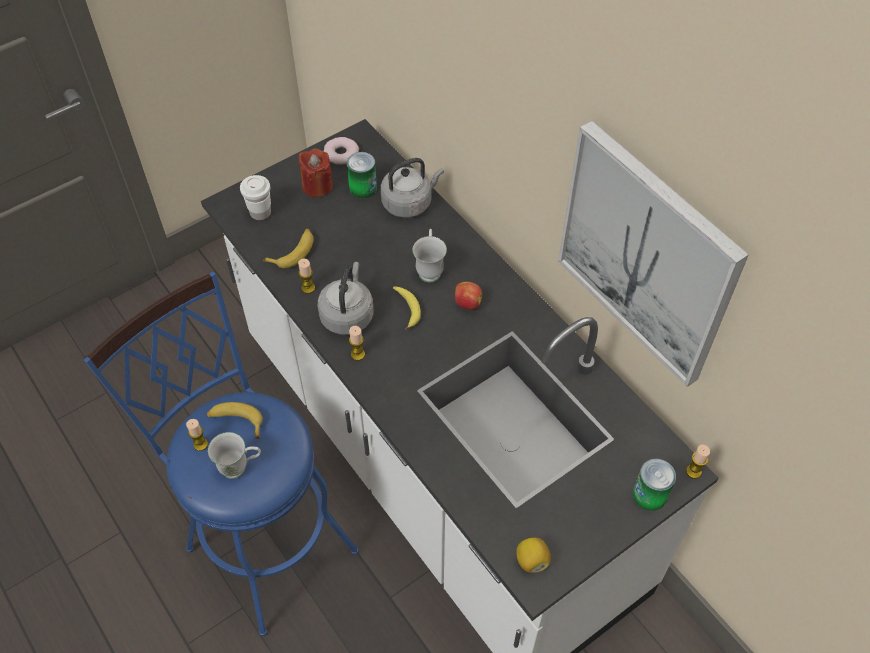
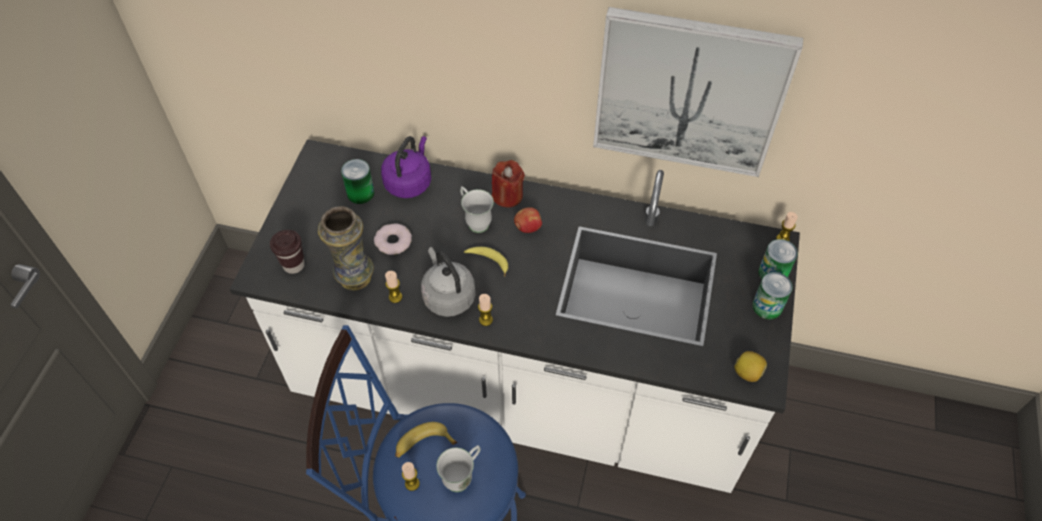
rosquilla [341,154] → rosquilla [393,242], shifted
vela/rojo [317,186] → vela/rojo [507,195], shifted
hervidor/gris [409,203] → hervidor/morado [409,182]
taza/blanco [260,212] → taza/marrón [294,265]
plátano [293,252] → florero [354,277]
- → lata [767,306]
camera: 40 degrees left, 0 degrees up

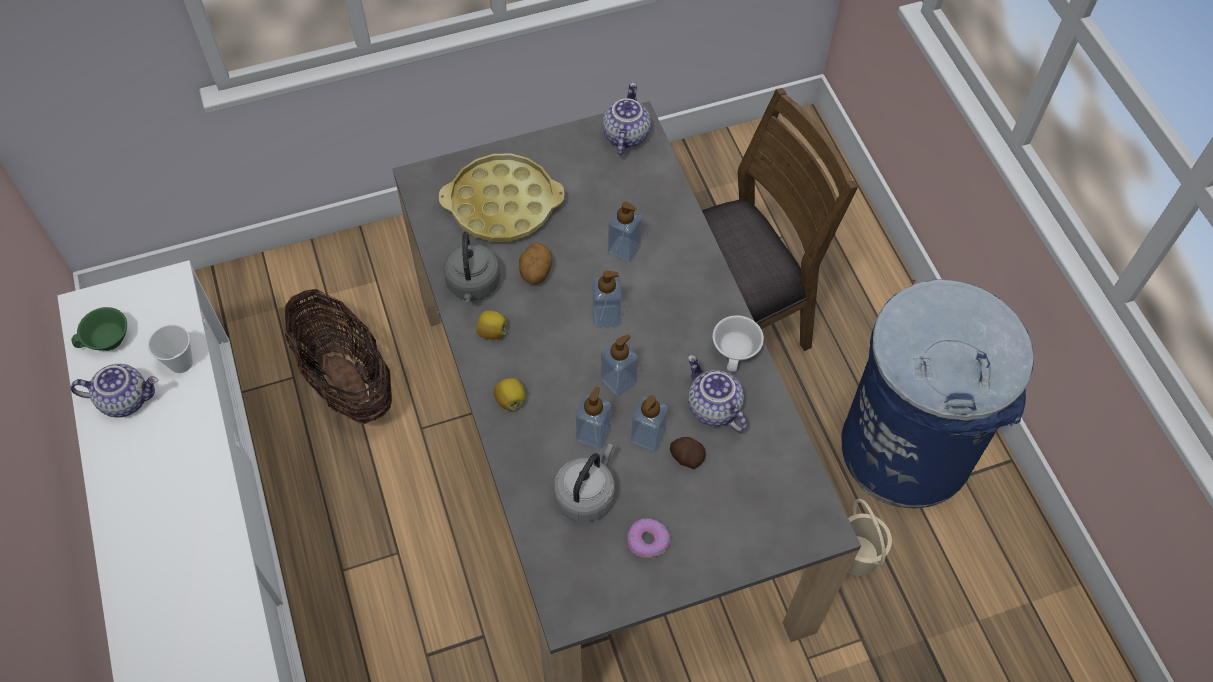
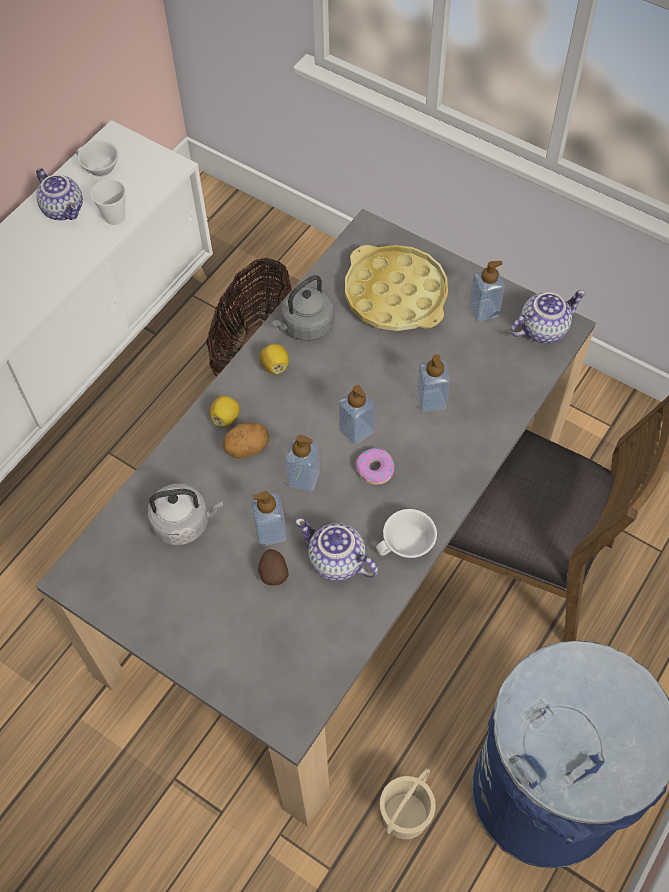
patata [535,272] → patata [247,448], shifted
taza/verde [107,340] → taza/blanco [99,168]
tetera [712,408] → tetera [335,562], 75 degrees counterclockwise
dispensador de jabón [593,434] → dispensador de jabón [484,310], shifted
rosquilla [648,541] → rosquilla [375,469], shifted
camera: 55 degrees right, 0 degrees up

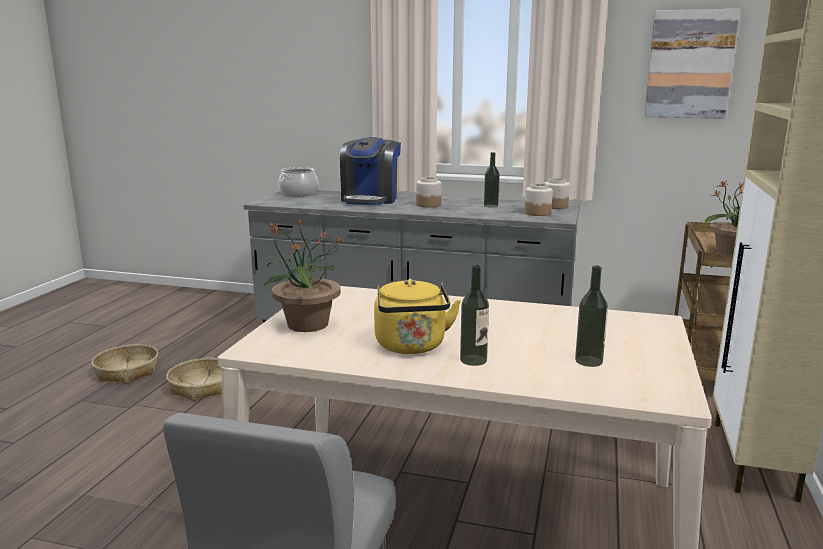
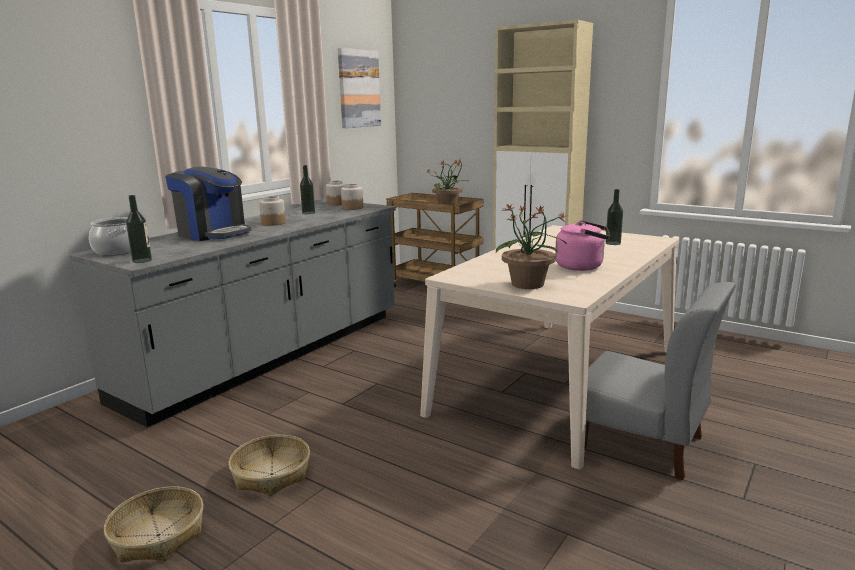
botella [473,360] → botella [142,260], shifted
hervidor/amarillo [411,347] → hervidor/rosa [582,266]
camera: 70 degrees left, 0 degrees up

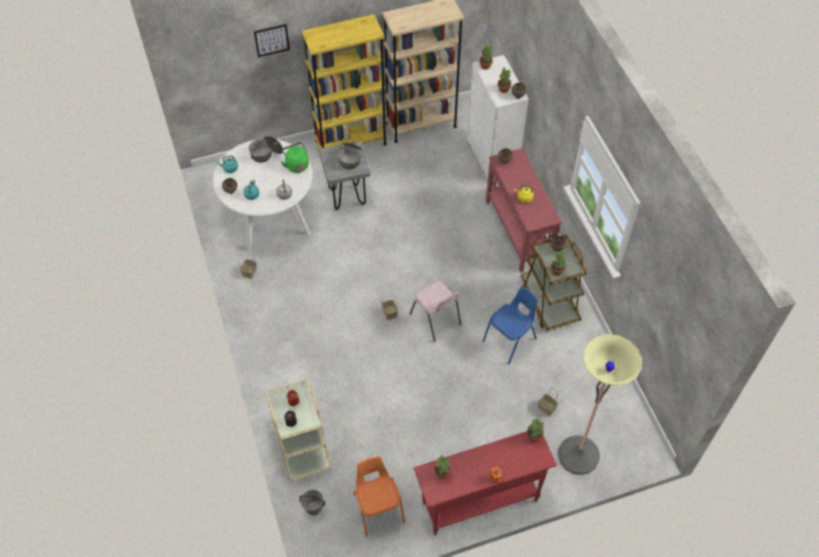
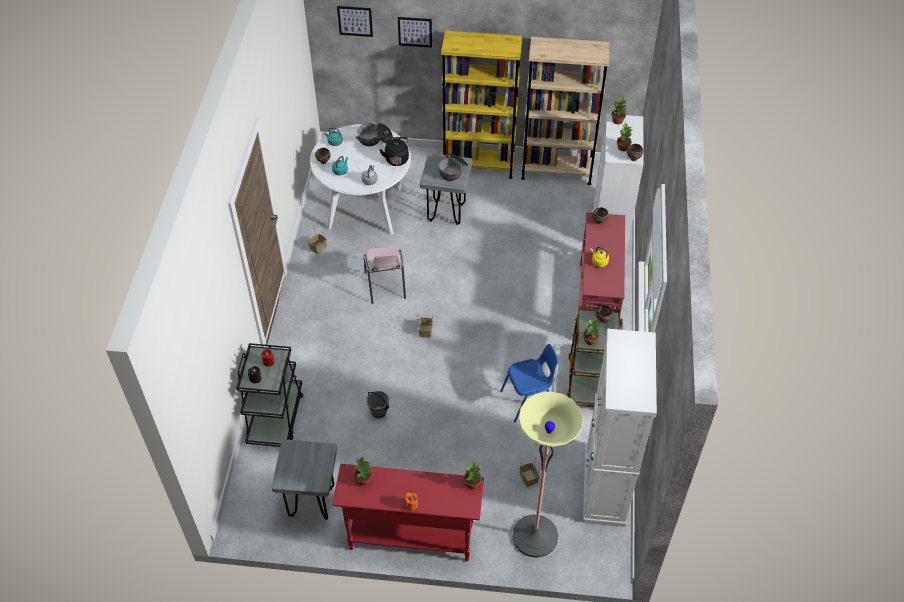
hervidor/verde [296,164] → hervidor/negro [396,158]
silla/rosa [435,320] → silla/rosa [385,286], shifted
carrito/beis [301,445] → carrito/negro [275,417]
silla/naranja [378,508] → taburete/gris [312,502]
cubo/gris [313,508] → cubo/gris [378,412], shifted
- → cuadro [355,21]
- → armario/blanco [604,487]
camera: 25 degrees right, 5 degrees down

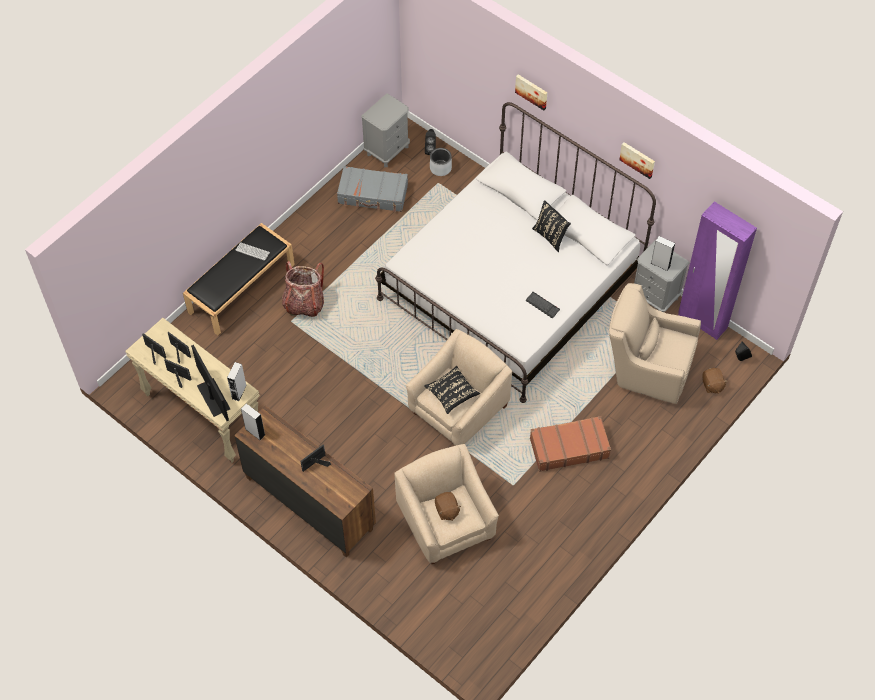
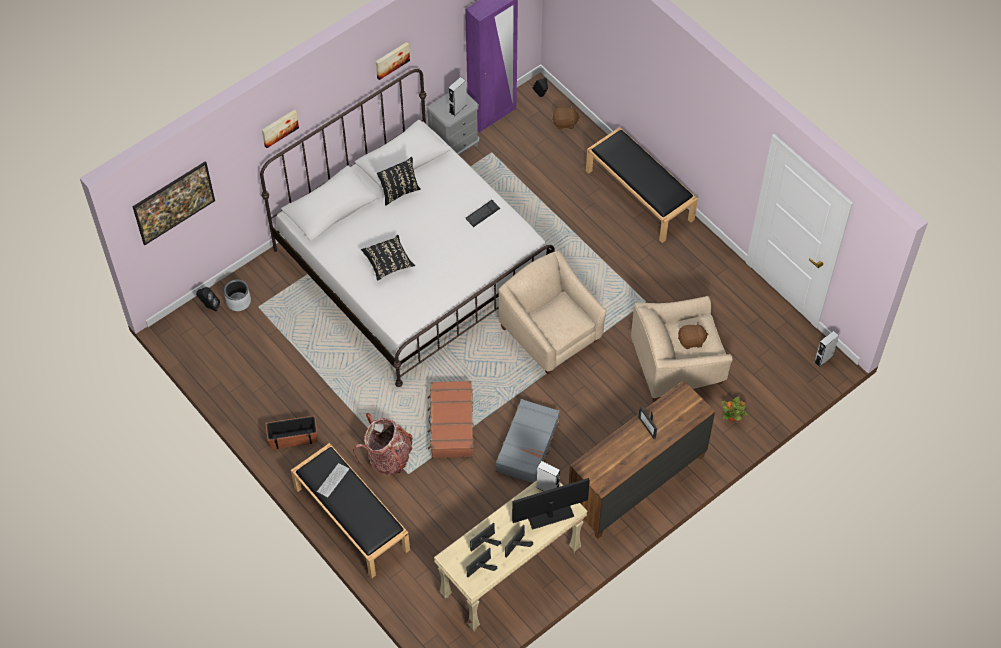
mesita de noche/gris [387,150] → -
maleta/gris [373,195] → maleta/gris [528,446], shifted
sillón/beis [646,369] → -
cojín/negro [452,394] → cojín/negro [388,262], shifted
altavoz/gris [255,432] → altavoz/gris [823,359], shifted
maleta/marrón [568,447] → maleta/marrón [451,424], shifted
- → banco/negro [640,195]
- → cuadro [176,212]
- → planta en maceta [732,417]
- → maceta [293,438]
camera: 80 degrees left, 0 degrees up

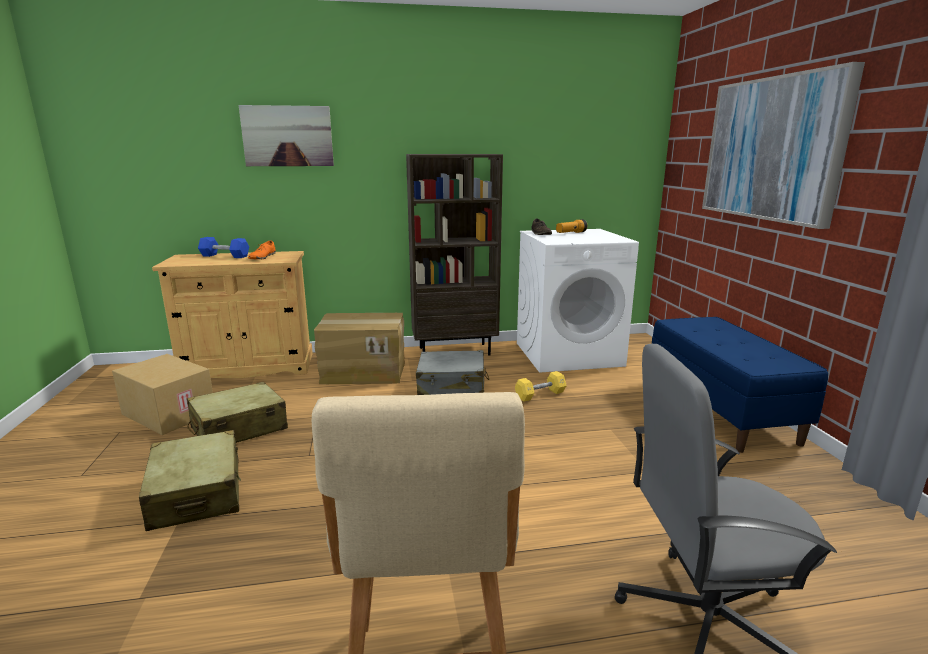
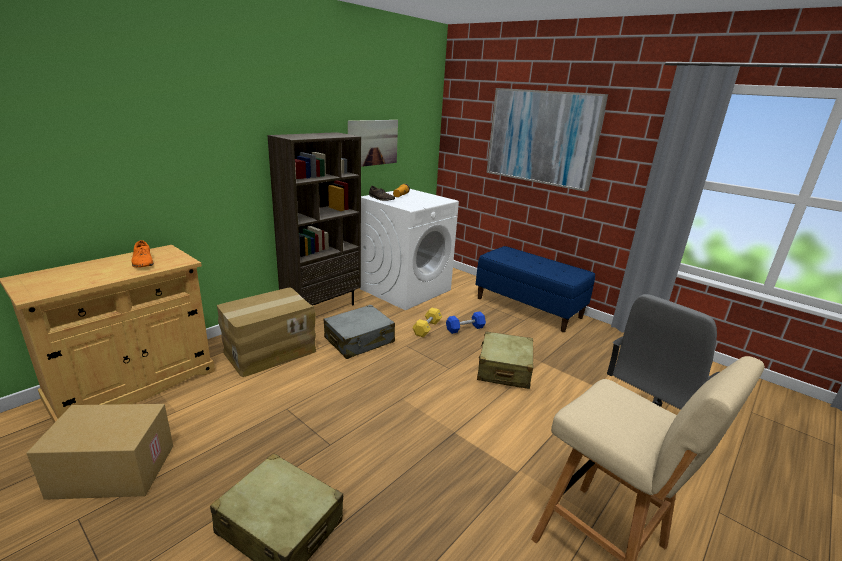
cuadro [287,136] → cuadro [373,142], shifted
mancuerna/azul [225,256] → mancuerna/azul [465,328], shifted
maleta/beis [238,428] → maleta/beis [504,369], shifted
camera: 40 degrees left, 5 degrees up

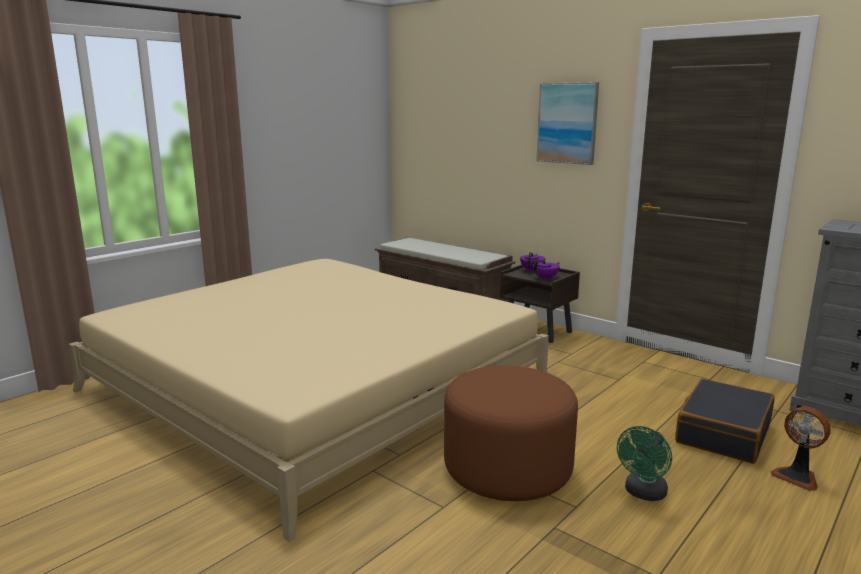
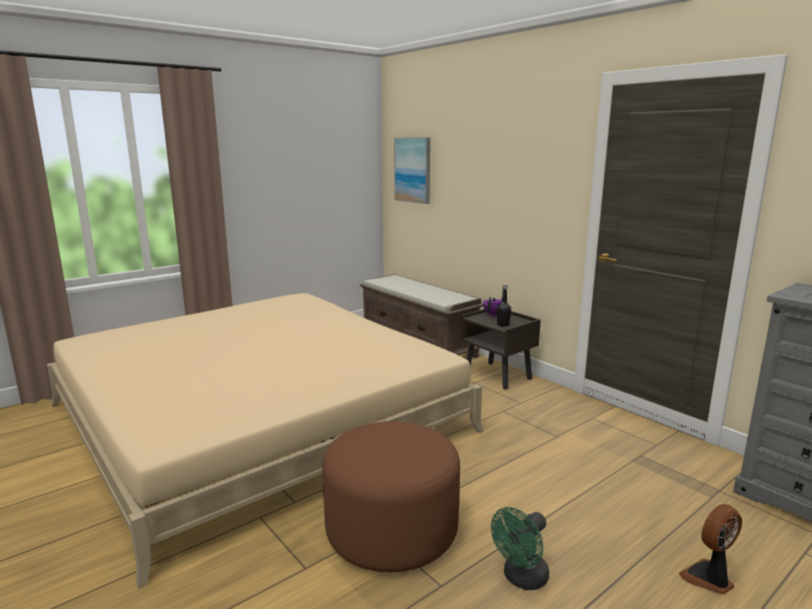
cuadro [567,123] → cuadro [413,170], shifted
tetera/morado [546,278] → botella/negro [503,325]
maleta/negro [722,433] → -
ventilador [797,477] → ventilador [709,579], 90 degrees clockwise
camera: 10 degrees right, 0 degrees up

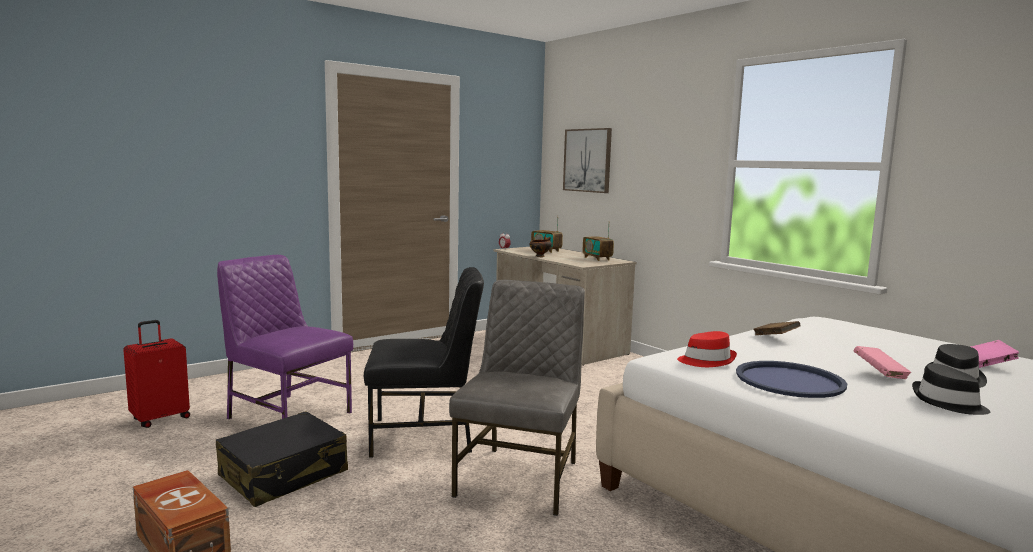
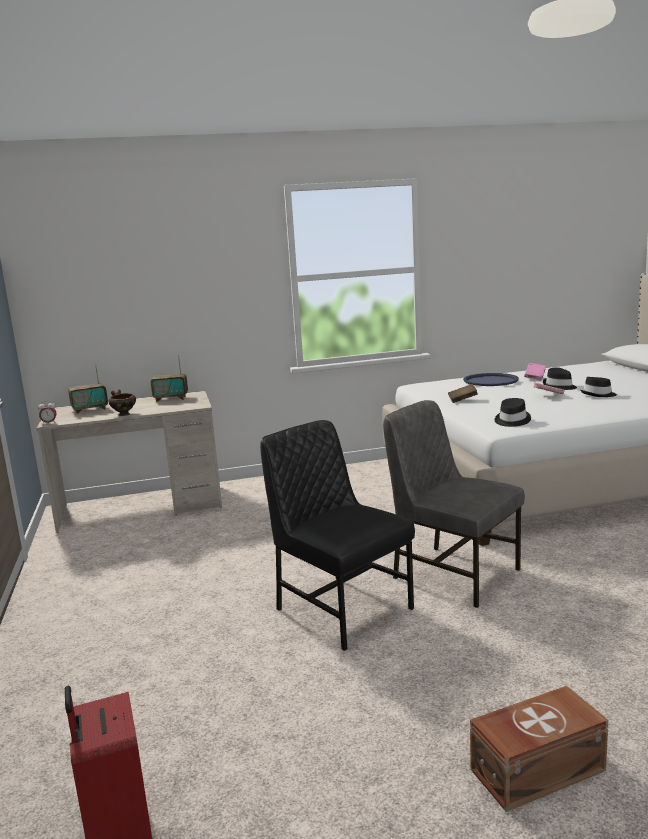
cuadro [587,160] → -
silla/morado [287,415] → -
silla/negro [424,436] → silla/negro [341,608], 60 degrees counterclockwise
sombrero/rojo [706,360] → sombrero/negro [511,421]
bandeja/azul [789,381] → bandeja/azul [490,381], shifted
maleta/negro [284,474] → -
camera: 65 degrees left, 5 degrees up

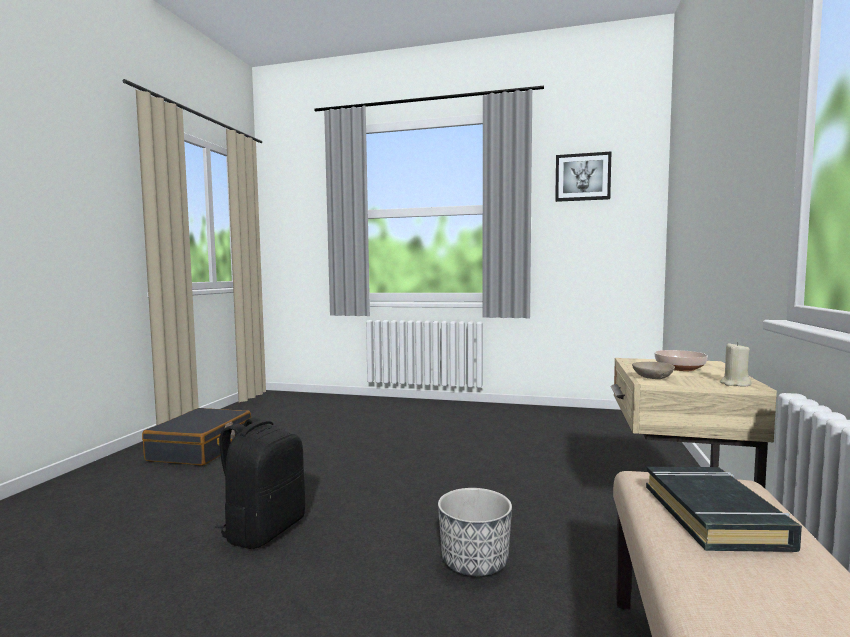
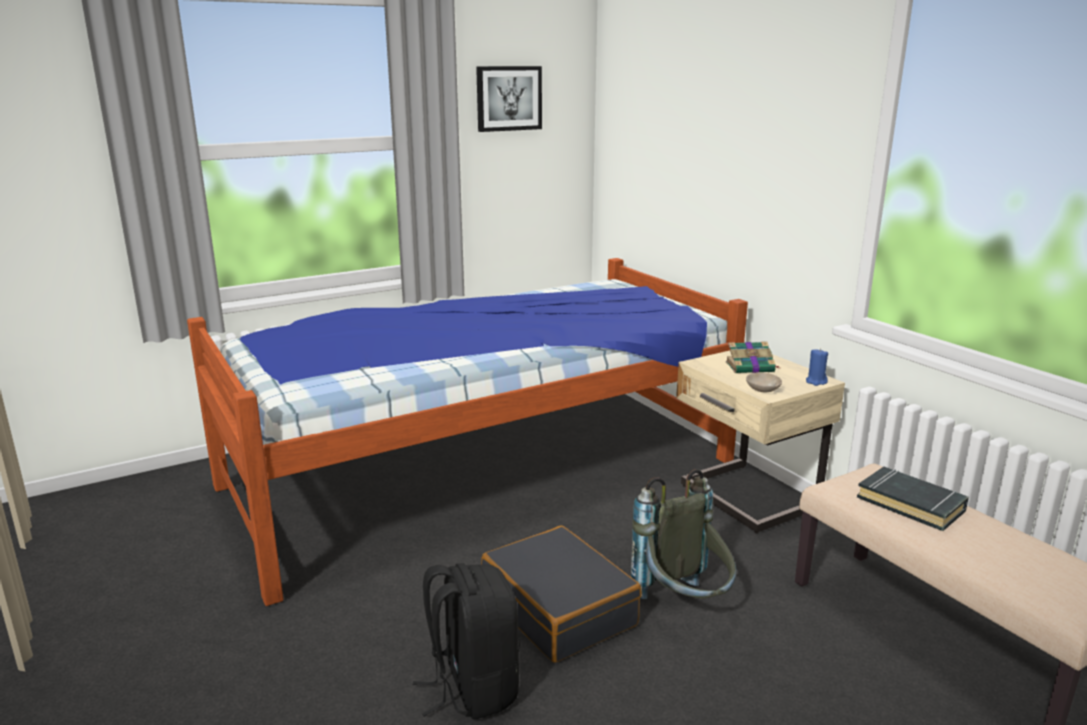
vela/beis [735,384] → vela/azul [816,382]
cuenco [680,368] → libro [751,367]
maleta/negro [202,449] → maleta/negro [559,609], shifted
maceta [475,562] → mochila/gris [684,606]
- → cama [480,472]
camera: 45 degrees left, 15 degrees up

